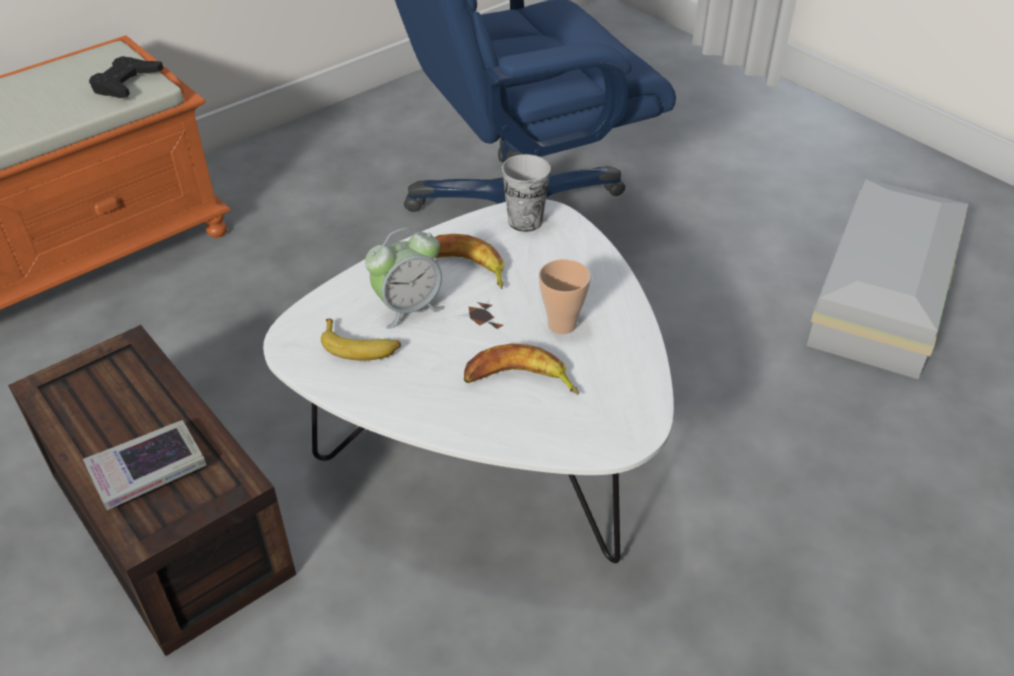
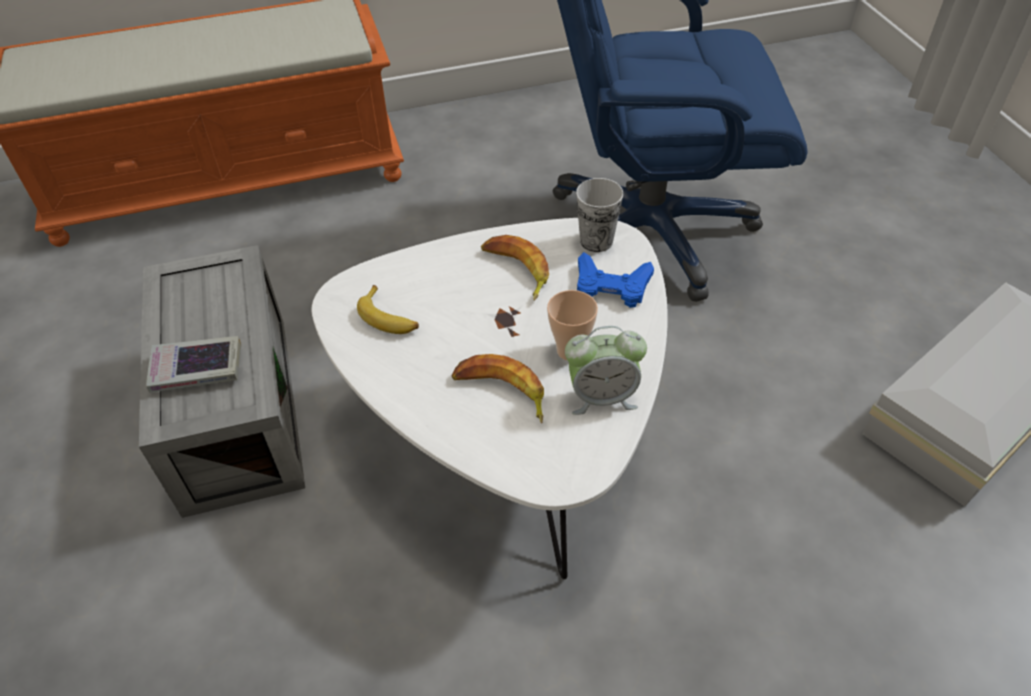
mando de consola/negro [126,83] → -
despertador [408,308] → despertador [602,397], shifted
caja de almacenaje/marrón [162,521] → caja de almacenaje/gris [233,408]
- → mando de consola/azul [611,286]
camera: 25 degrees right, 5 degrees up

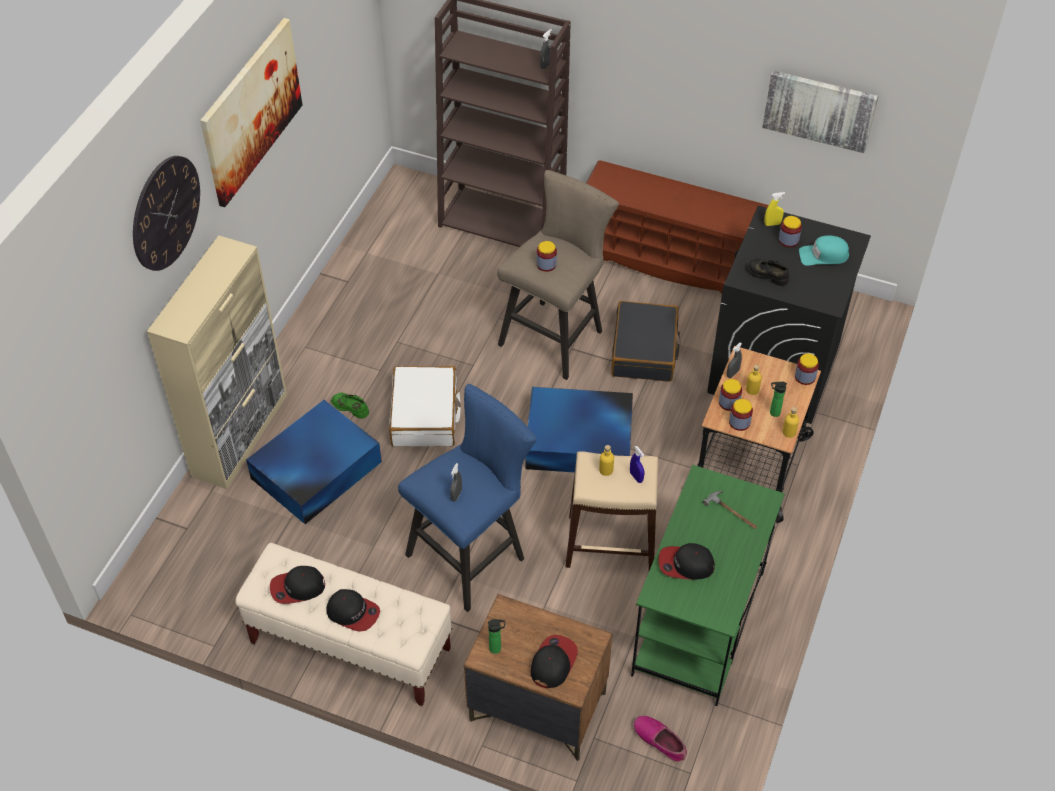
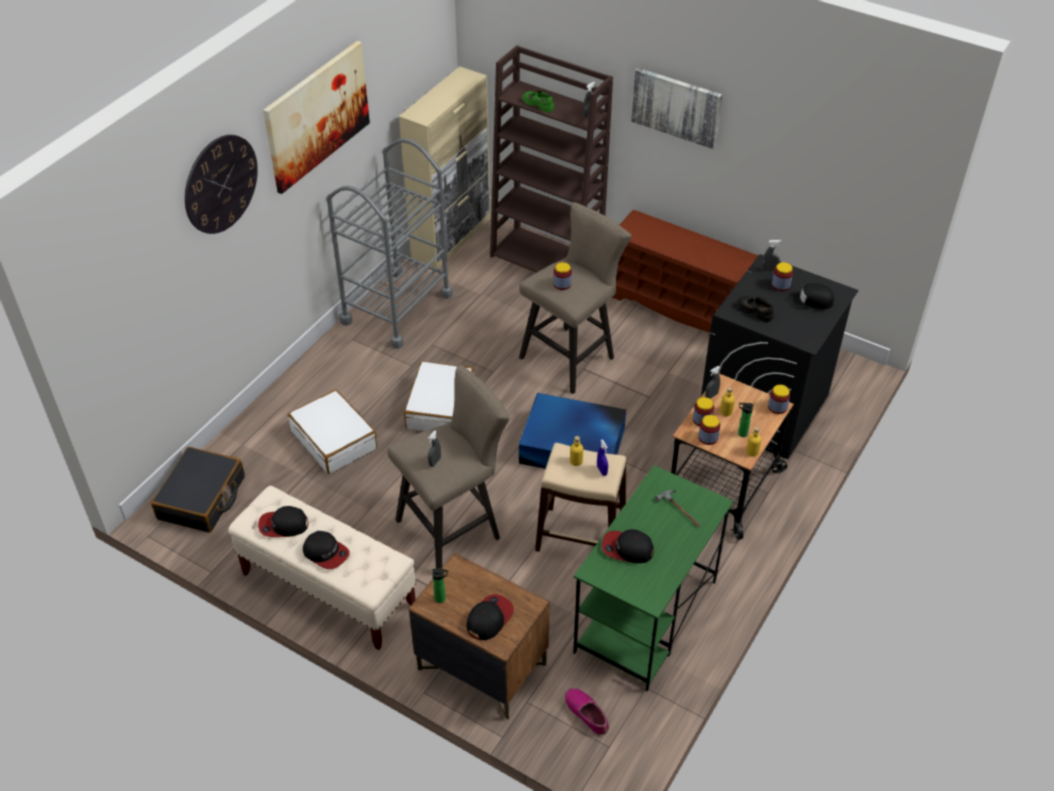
cuadro [819,110] → cuadro [676,107], shifted
pulverizador/amarillo [772,224] → pulverizador/gris [769,270]
armario/beis [240,435] → armario/beis [452,238], shifted
gorra/turquesa [823,255] → gorra/negro [810,301]
maleta/negro [644,350] → maleta/negro [202,498], shifted
taburete/azul [472,554] → taburete/beis [455,528]
zapato/verde [350,407] → zapato/verde [538,104], shifted
caja de almacenaje/azul [314,470] → maleta/blanco [334,440]
- → carrito/gris [396,308]
camera: 10 degrees right, 5 degrees down

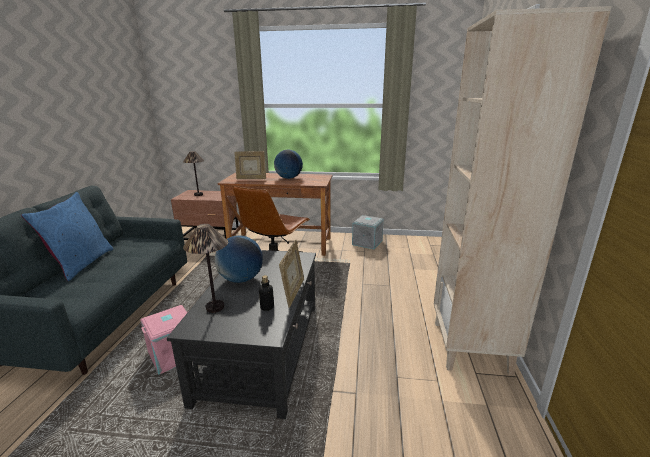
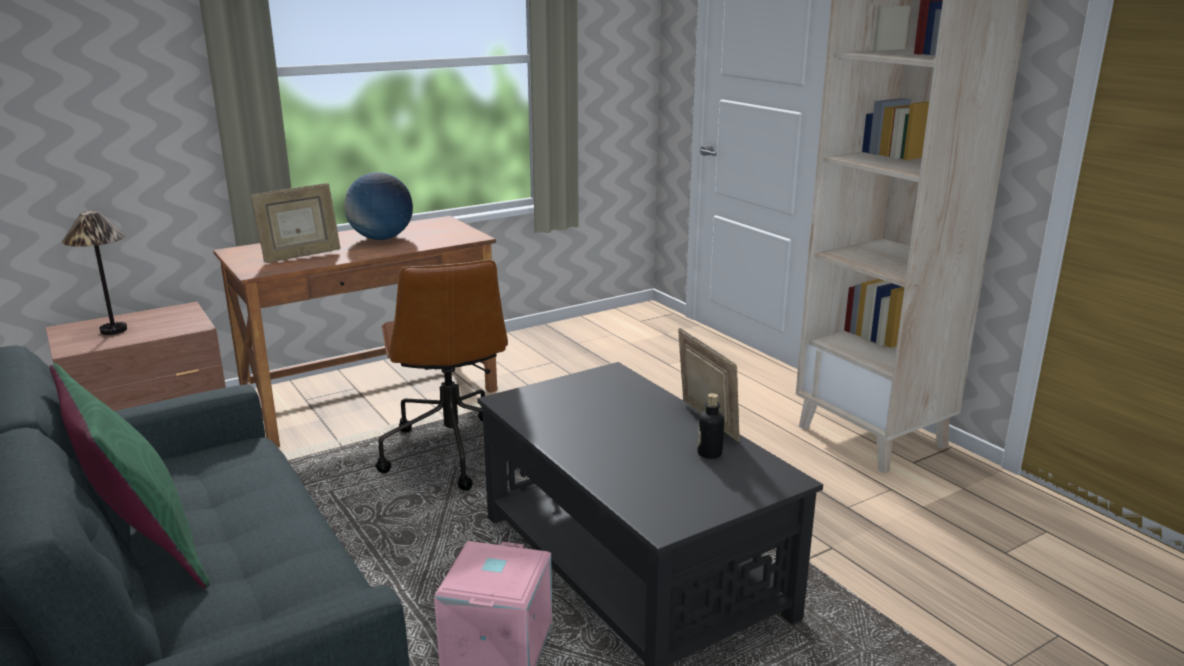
cojín/azul [81,264] → cojín/verde [145,552]
caja de almacenaje/gris [366,242] → -
lámpara de mesa [214,307] → -
globo terráqueo [241,279] → -
camera: 40 degrees left, 0 degrees up

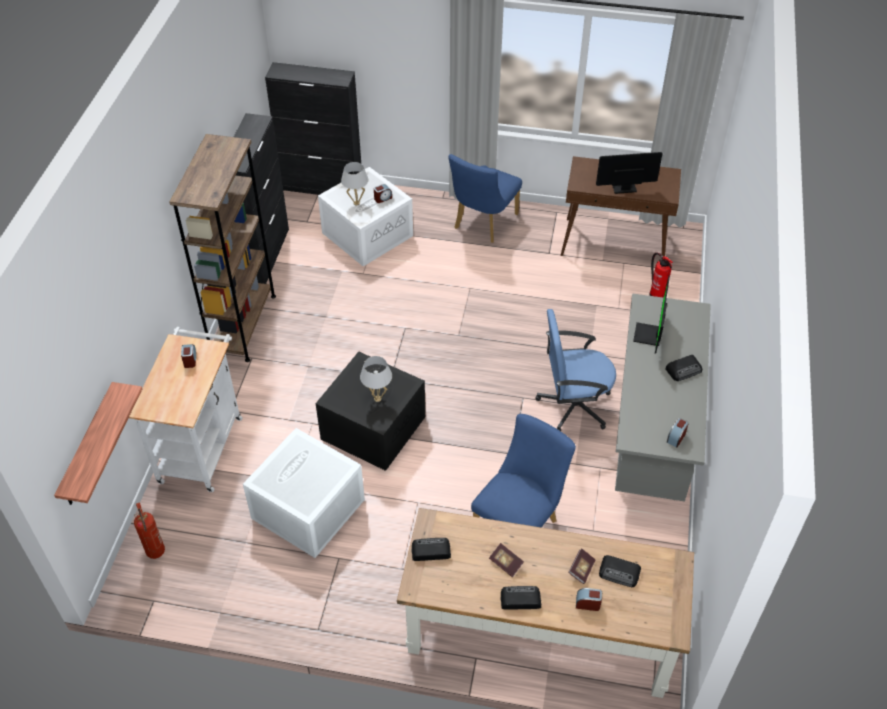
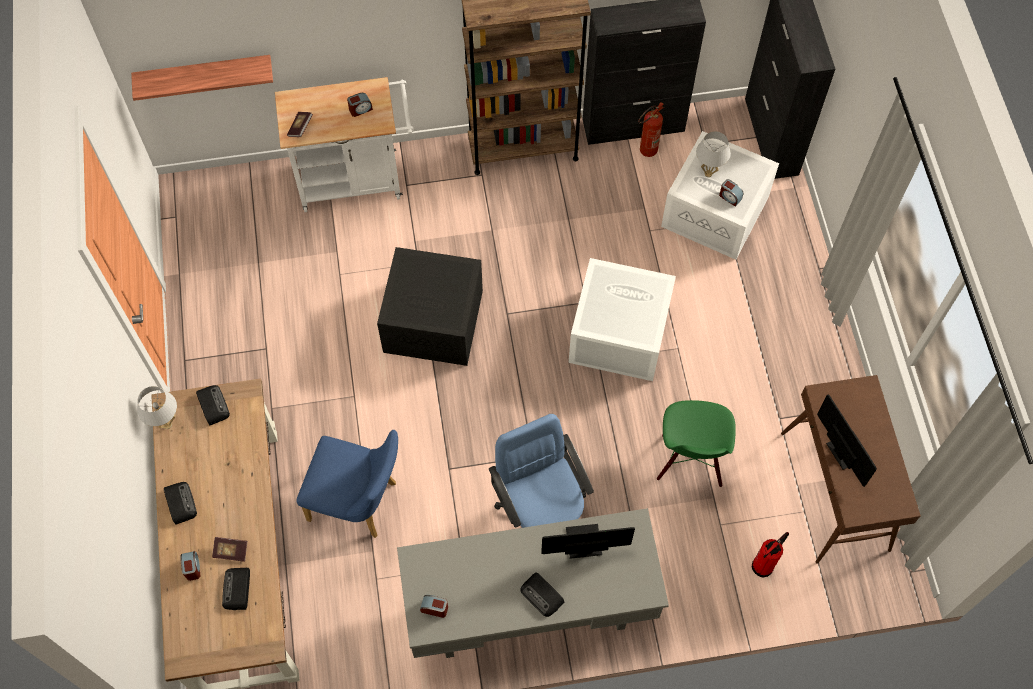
silla/azul [483,224] → -
lámpara de mesa/blanco [377,398] → lámpara de mesa/blanco [167,425], shifted
caja de almacenaje/blanco [308,510] → caja de almacenaje/blanco [617,335], shifted
extintor [156,555] → extintor [645,152], shifted
libro [506,563] → libro [300,128], shifted
- → silla/verde [690,460]
camera: 70 degrees right, 15 degrees up

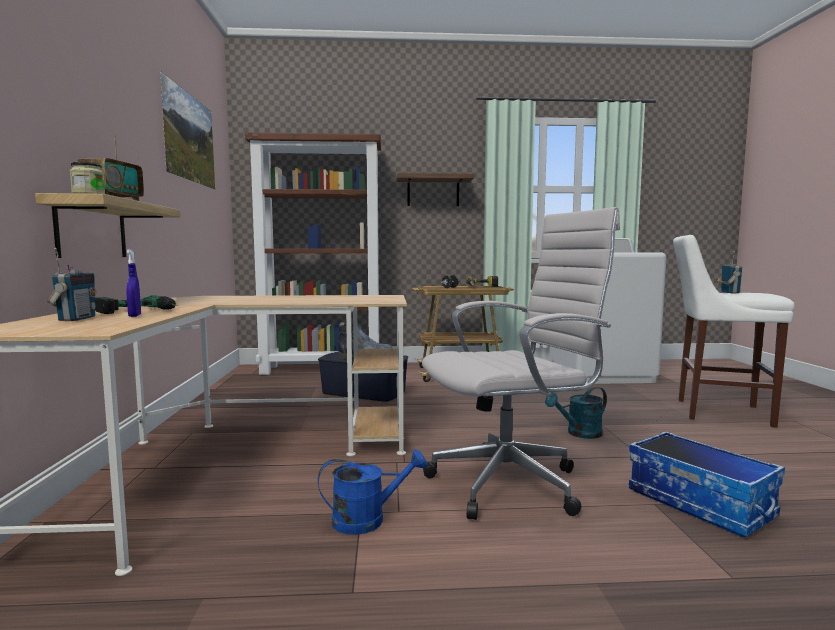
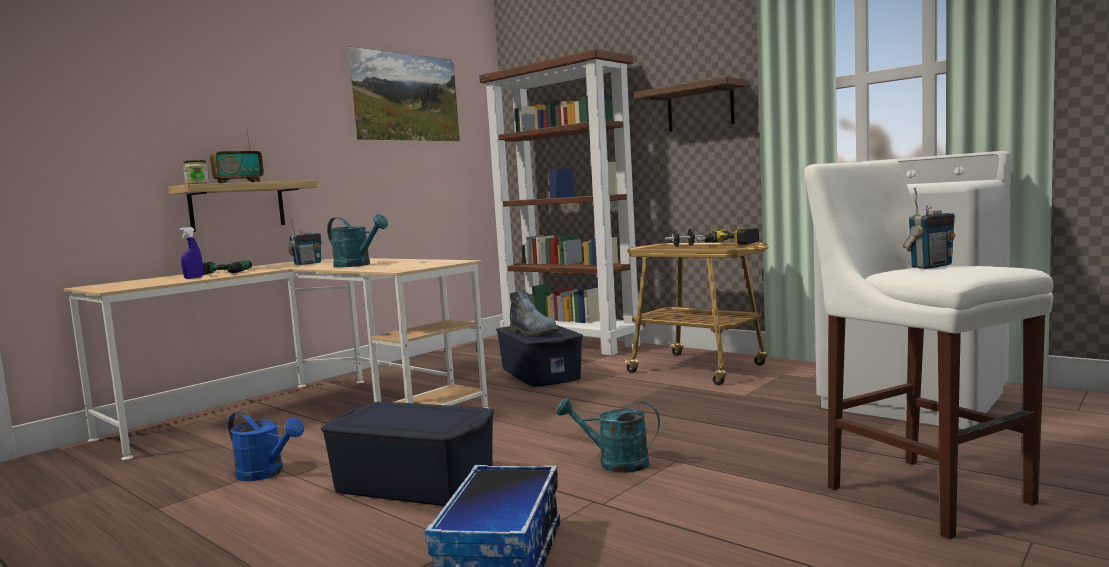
silla de oficina/blanco [513,483] → caja de almacenaje/azul [414,484]
radio [76,319] → radio [307,264], shifted
- → regadera/turquesa [357,265]
camera: 45 degrees right, 0 degrees up

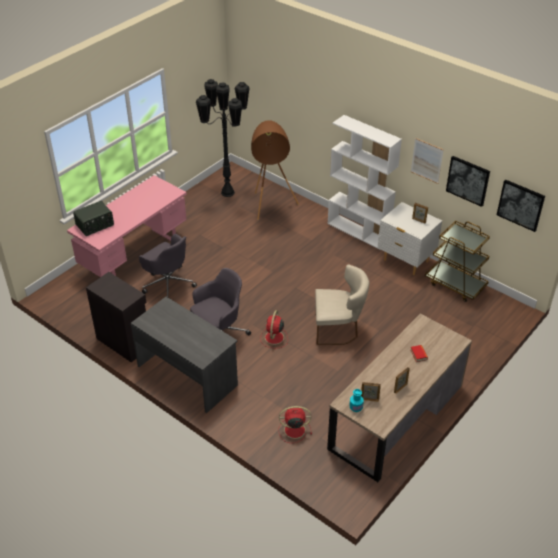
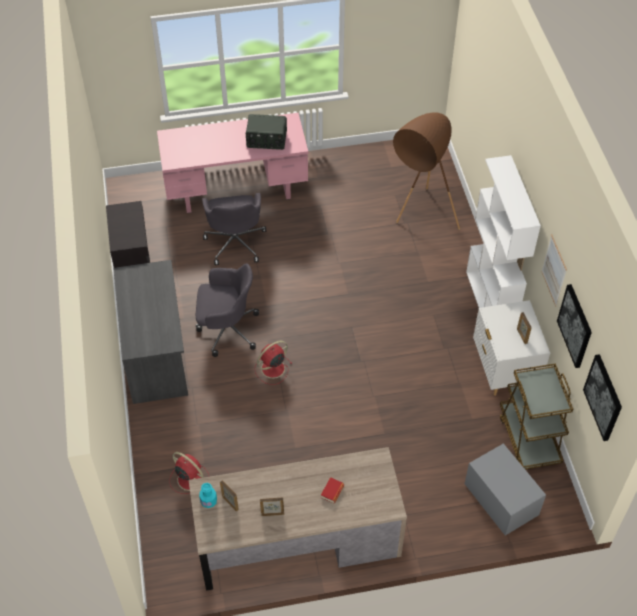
lámpara de pie/negro [227,192] → -
radio [95,225] → radio [266,140], shifted
silla/beis [338,329] → -
- → caja de almacenaje/gris [501,499]
camera: 40 degrees right, 10 degrees up

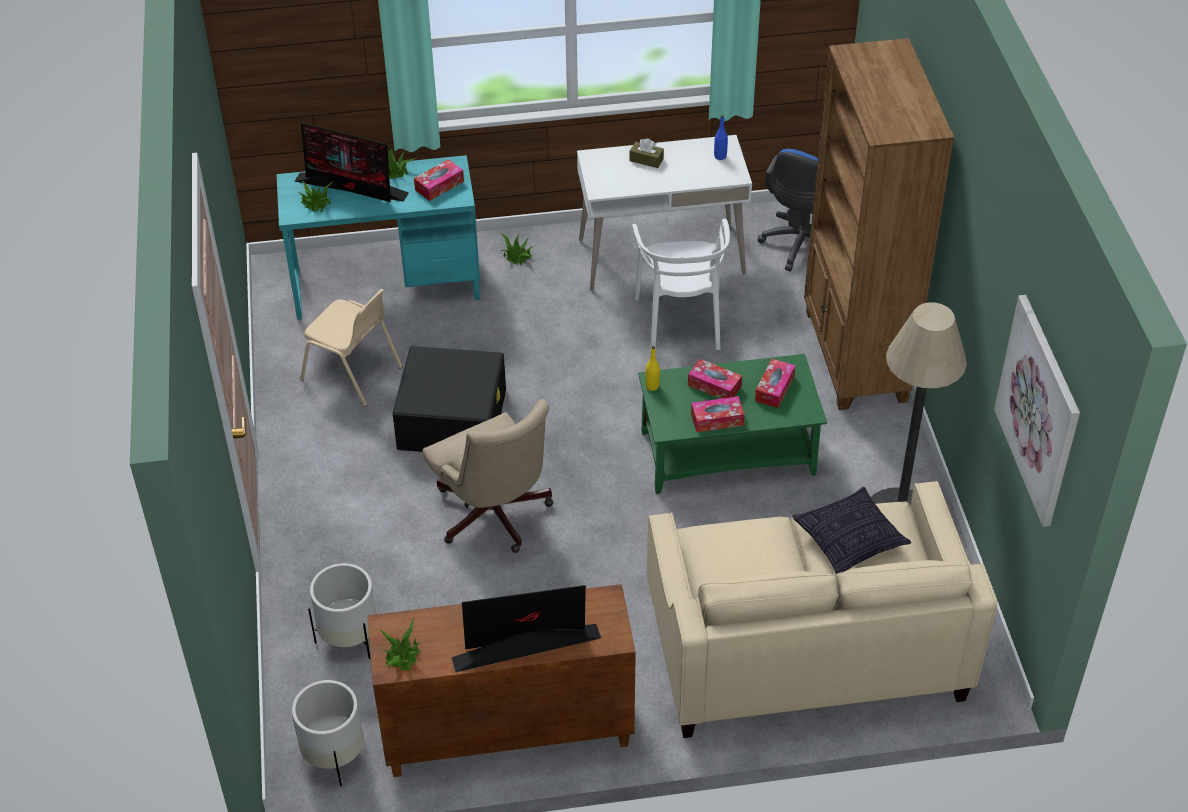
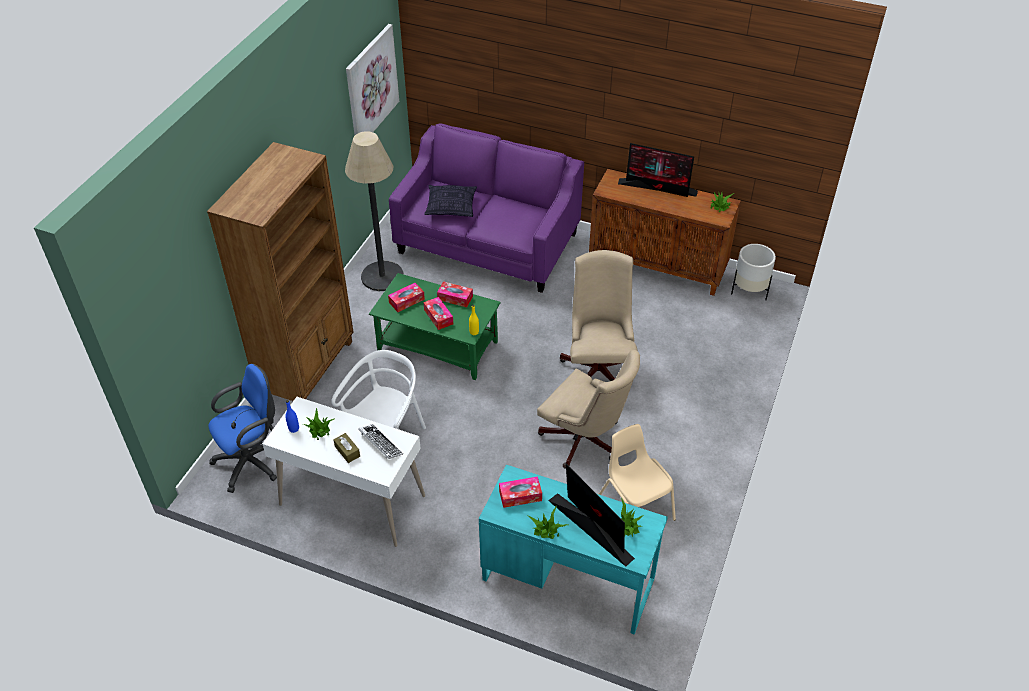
planta en maceta [517,255] → planta en maceta [319,430], shifted
caja de almacenaje/negro [452,417] → silla de oficina/beis [585,442]
sofá/beis [804,647] → sofá/morado [488,243]
maceta/blanco [349,637] → -
- → teclado [380,444]
camera: 150 degrees left, 0 degrees up

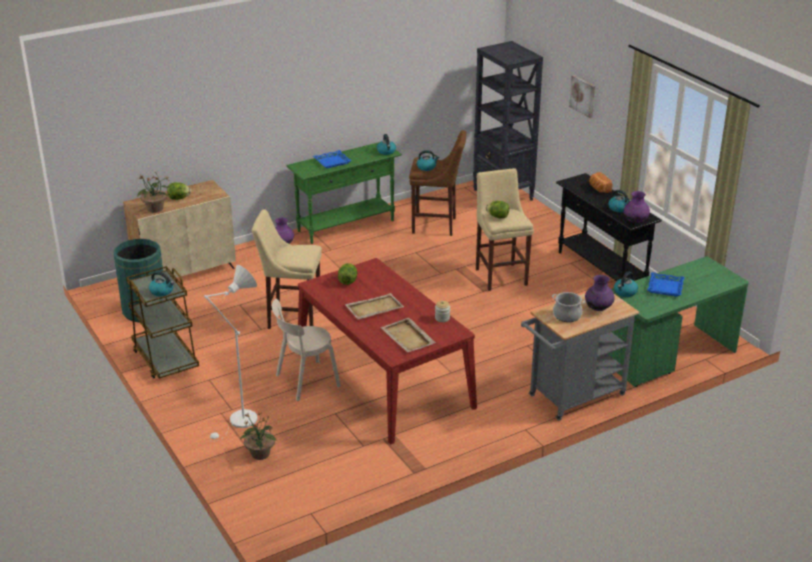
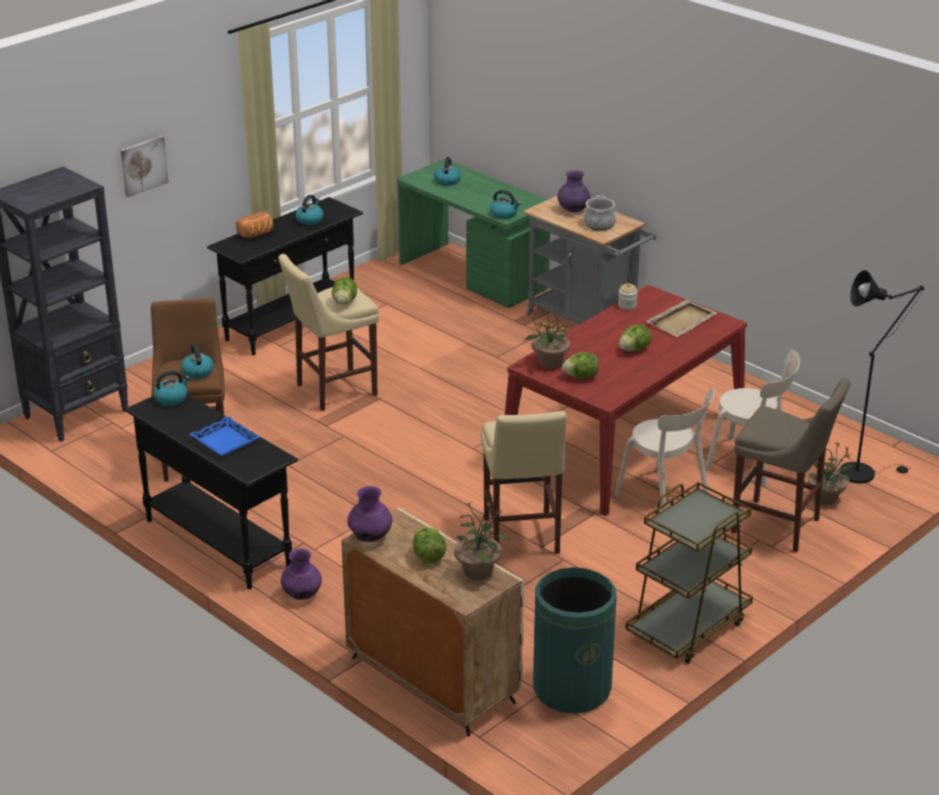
mesa consola/verde [346,226] → mesa consola/negro [217,542]
florero/morado [635,221] → florero/morado [370,537], shifted
lámpara de pie/blanco [239,422] → taburete/beis [779,527]
hervidor [162,291] → hervidor [447,181], shifted
bandeja/azul [665,287] → -
bandeja/beis [374,308] → lechuga [634,349]
- → lámpara de pie/negro [863,472]
- → planta en maceta [549,362]
- → silla/beis [751,462]
camera: 105 degrees left, 0 degrees up

